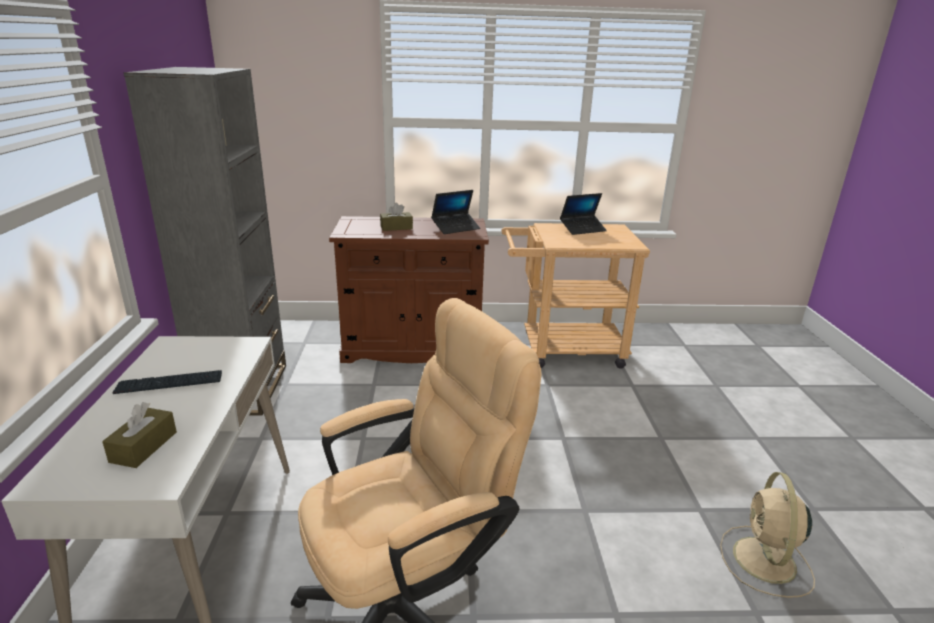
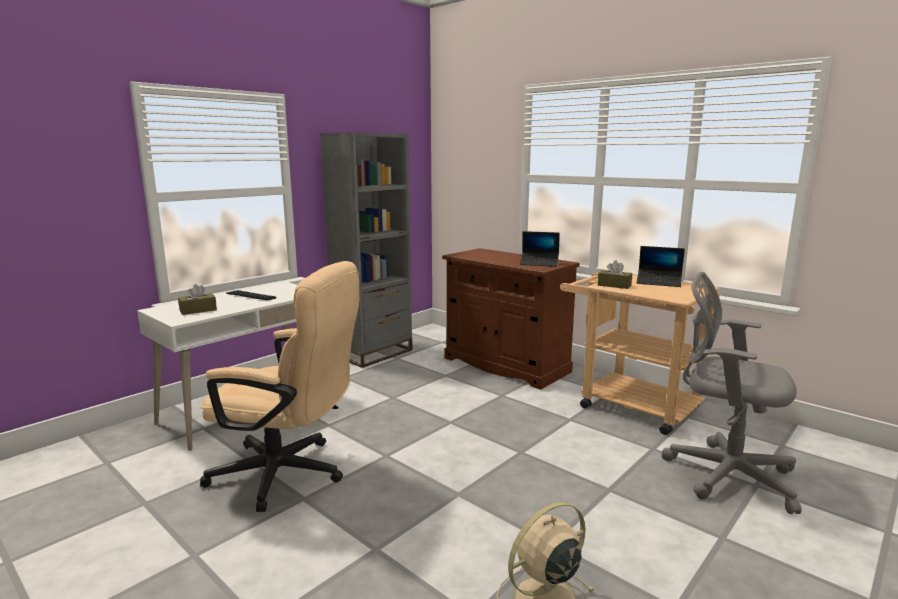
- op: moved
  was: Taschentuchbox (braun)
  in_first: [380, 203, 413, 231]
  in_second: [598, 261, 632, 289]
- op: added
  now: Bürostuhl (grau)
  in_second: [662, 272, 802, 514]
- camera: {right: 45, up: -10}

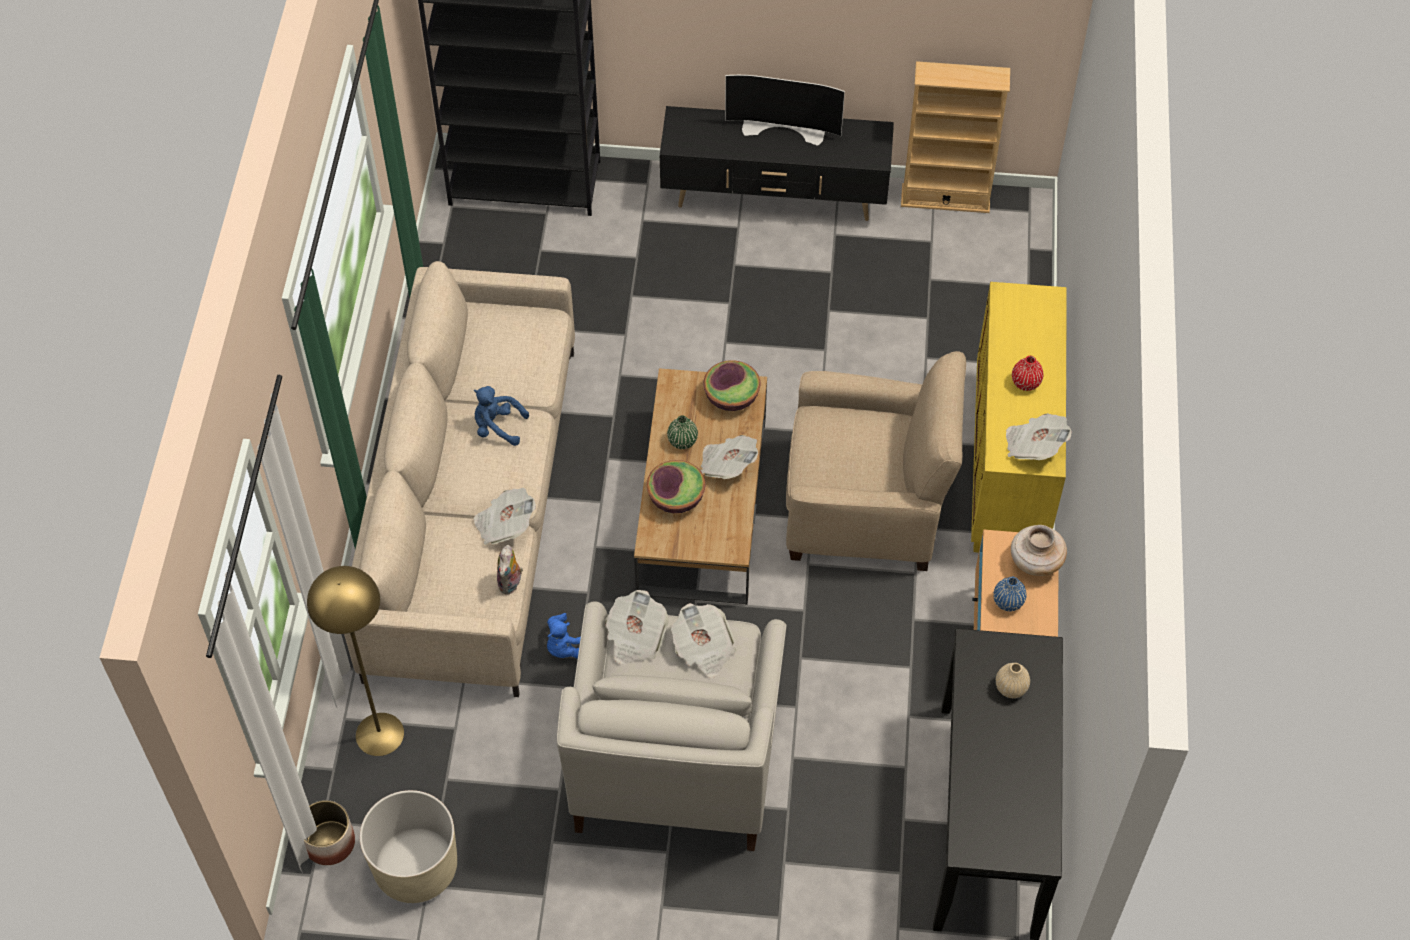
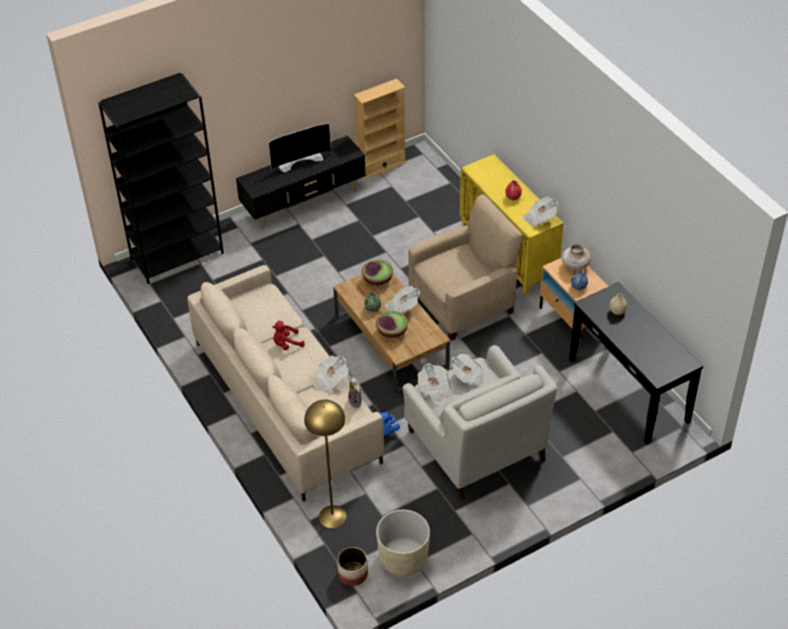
- op: recoloured
  was: Plüschtier (blau)
  now: Plüschtier (rot)
  in_first: [474, 386, 529, 446]
  in_second: [272, 321, 305, 350]
- camera: {right: -35, up: -10}

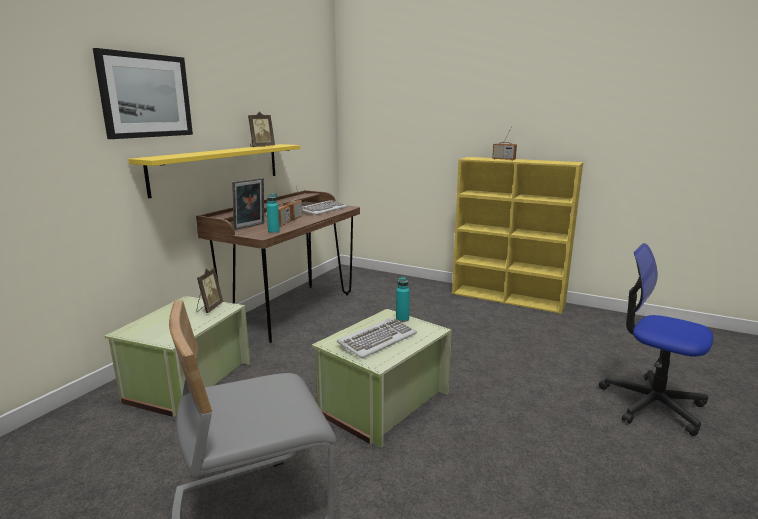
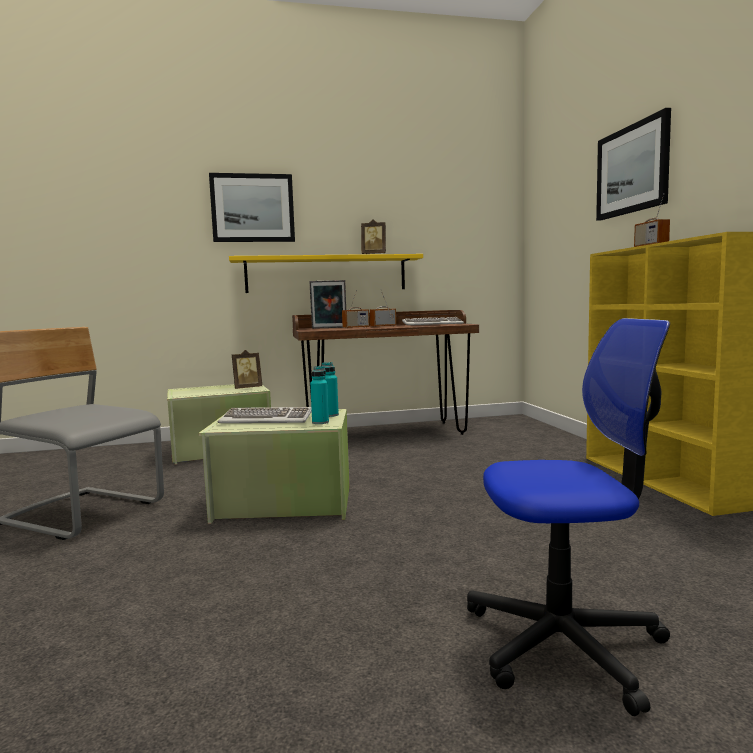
- op: moved
  was: Flasche (türkis)
  in_first: [266, 193, 280, 233]
  in_second: [310, 366, 329, 424]
- op: turned
  was: Bürostuhl
  in_first: [599, 243, 713, 436]
  in_second: [467, 318, 670, 716]
  clockwise: 90
- op: added
  now: Bild
  in_second: [596, 108, 671, 221]
- camera: {right: 50, up: -10}

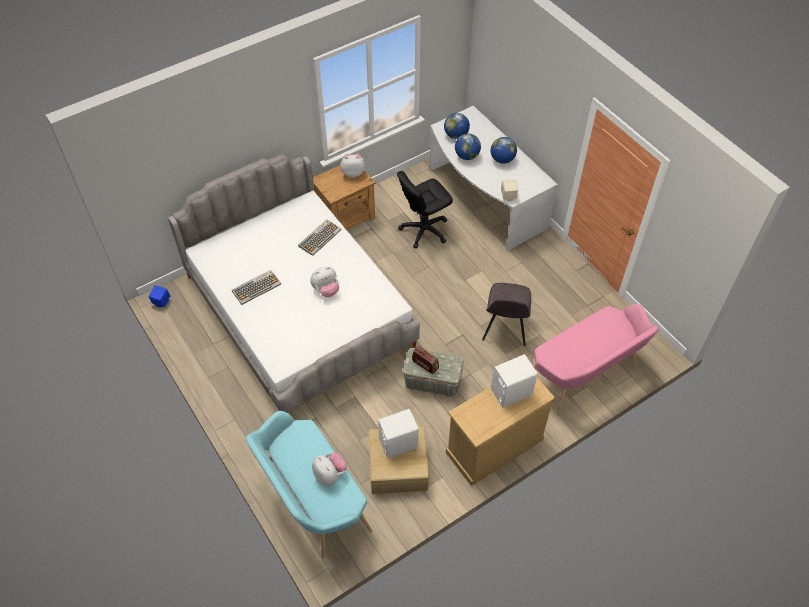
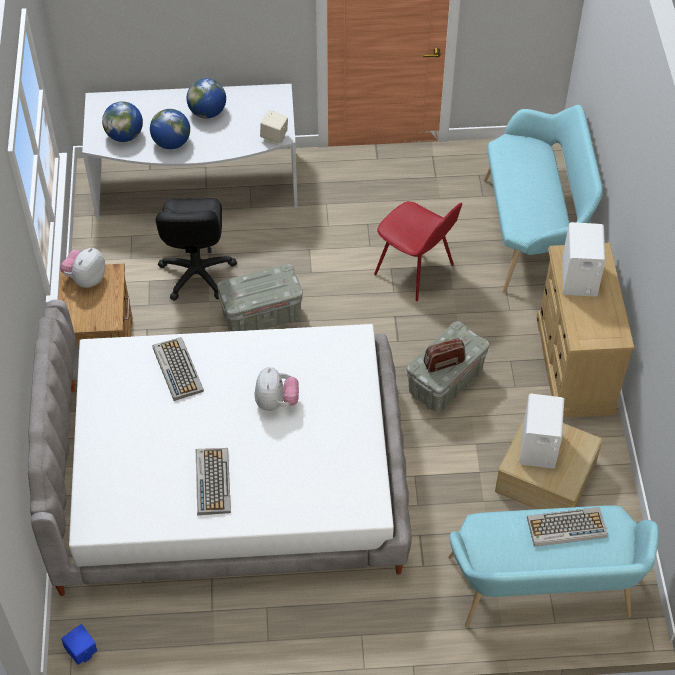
- op: replaced
  was: Plüschtier
  now: Tastatur
  in_first: [312, 452, 347, 486]
  in_second: [527, 507, 608, 547]
- op: recoloured
  was: Stuhl (grau)
  now: Stuhl (rot)
  in_first: [482, 283, 531, 346]
  in_second: [374, 201, 462, 301]
- op: recoloured
  was: Bank (rosa)
  now: Bank (türkis)
  in_first: [533, 304, 659, 415]
  in_second: [484, 105, 603, 293]
- op: added
  now: Aufbewahrungsbox (grau)
  in_second: [217, 264, 303, 331]
- camera: {right: -60, up: 0}

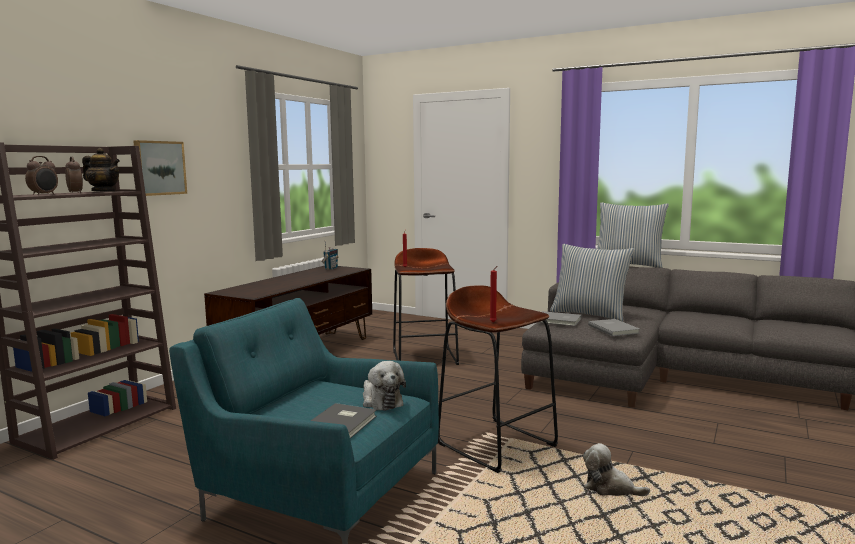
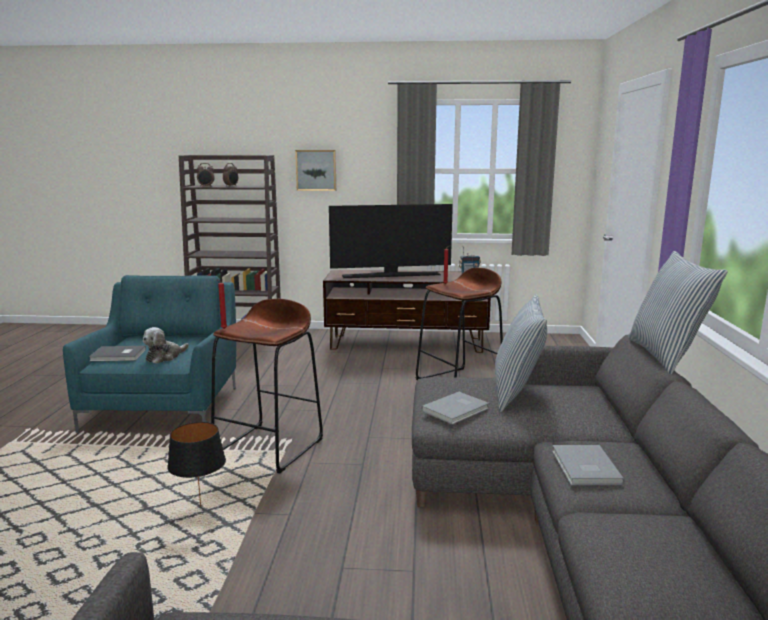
- op: removed
  was: Teekanne
  in_first: [82, 148, 120, 192]
- op: moved
  was: Buch (grau)
  in_first: [540, 311, 581, 326]
  in_second: [552, 445, 624, 485]
- op: replaced
  was: Plüschtier
  now: Tischlampe (schwarz)
  in_first: [583, 443, 650, 496]
  in_second: [167, 422, 226, 507]
- op: added
  now: Fernseher
  in_second: [329, 204, 453, 278]
- camera: {right: 65, up: 5}

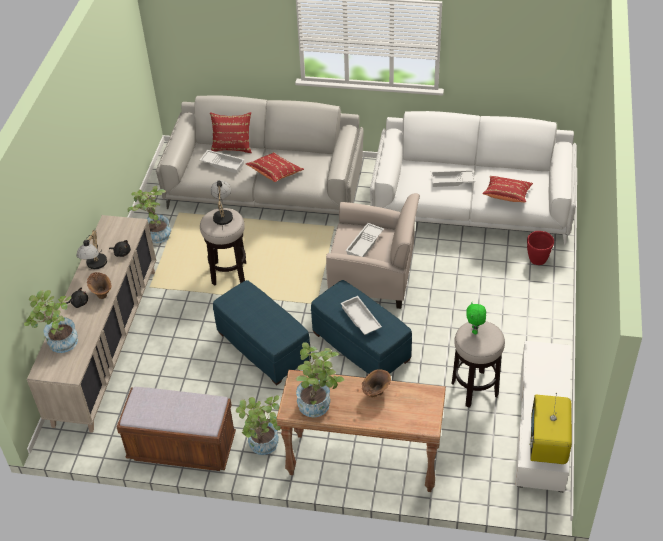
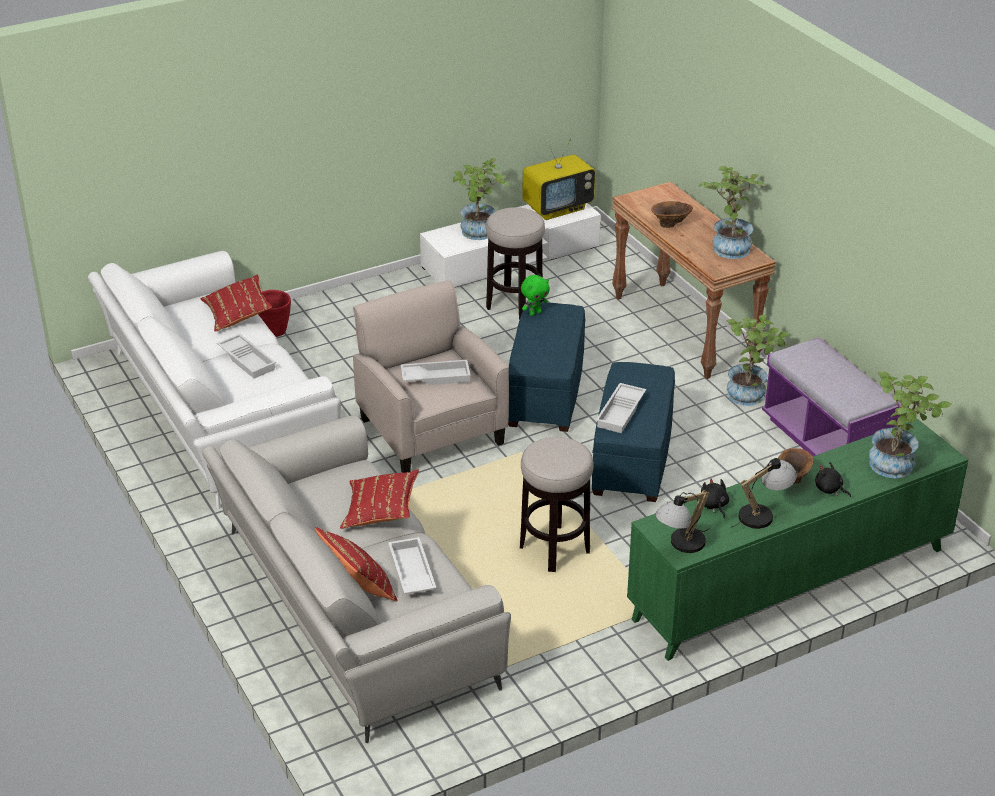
- op: recoloured
  was: Schrank (beige)
  now: Schrank (grün)
  in_first: [27, 215, 156, 433]
  in_second: [627, 419, 968, 661]
- op: recoloured
  was: Bank (braun)
  now: Bank (lila)
  in_first: [117, 387, 236, 471]
  in_second: [762, 338, 901, 457]
- op: moved
  was: Topfpflanze
  in_first: [128, 186, 171, 243]
  in_second: [453, 157, 510, 240]
- op: moved
  was: Tischlampe
  in_first: [211, 180, 233, 230]
  in_second: [655, 490, 710, 553]
- op: moved
  was: Tablett (weiß)
  in_first: [341, 296, 382, 335]
  in_second: [596, 383, 646, 433]
- op: moved
  was: Plüschtier (grün)
  in_first: [466, 302, 486, 334]
  in_second: [521, 275, 550, 316]
- camera: {right: -130, up: -10}

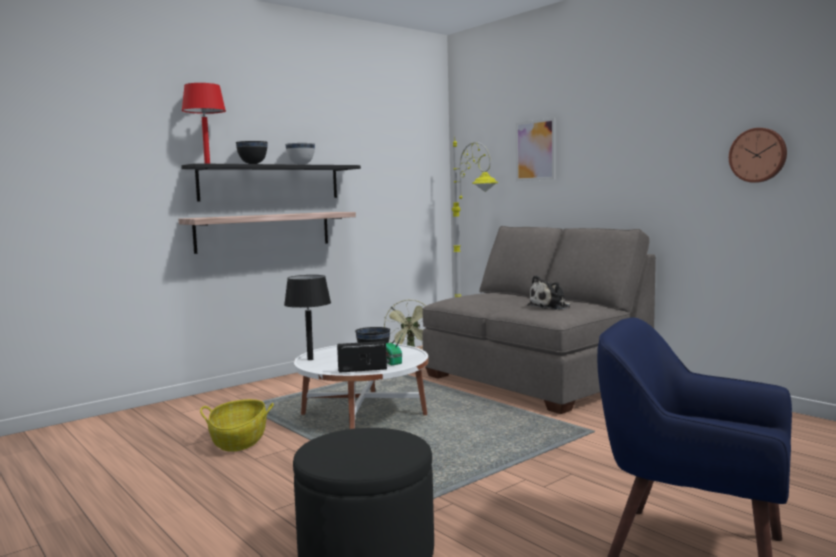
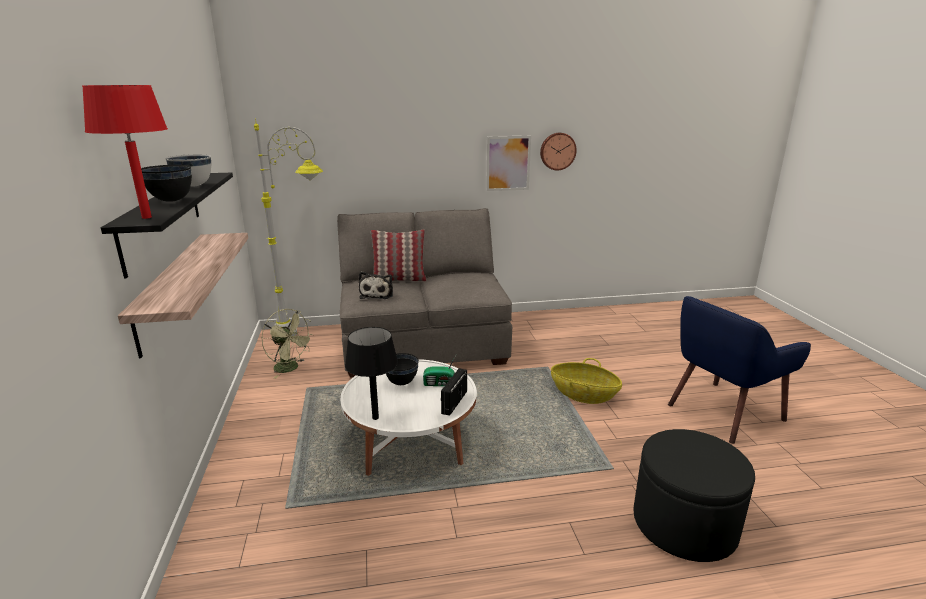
- op: moved
  was: Korb
  in_first: [200, 399, 274, 452]
  in_second: [551, 358, 622, 404]
- op: moved
  was: Bild
  in_first: [516, 118, 555, 181]
  in_second: [486, 136, 531, 191]
- op: moved
  was: Plüschtier
  in_first: [527, 275, 571, 310]
  in_second: [359, 271, 393, 299]
- op: added
  now: Kissen
  in_second: [371, 229, 426, 281]
- camera: {right: -60, up: 15}

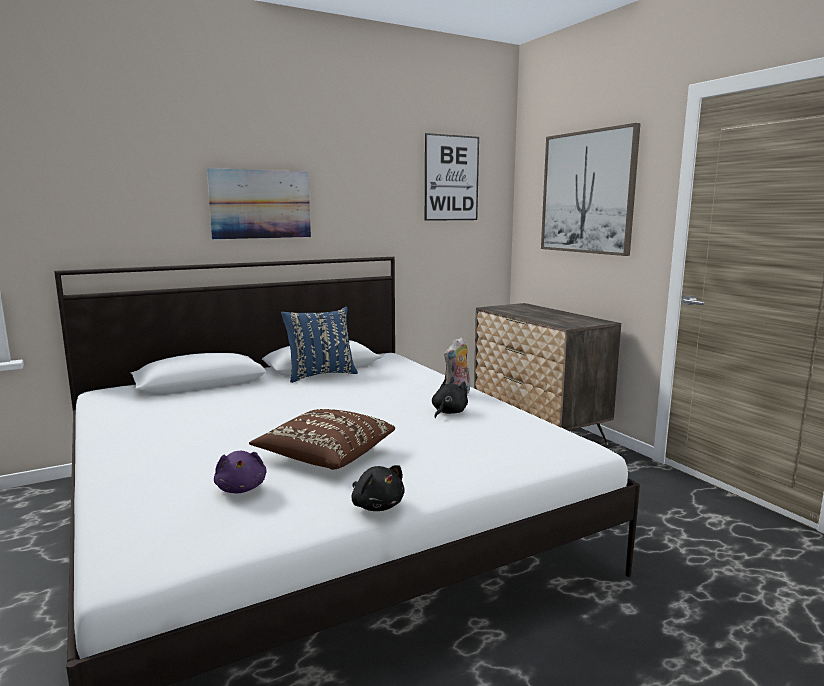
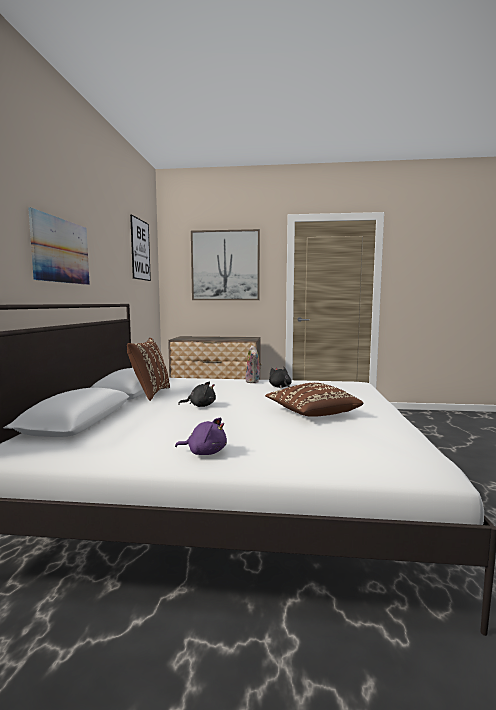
- op: moved
  was: Plüschtier (lila)
  in_first: [214, 451, 267, 493]
  in_second: [175, 417, 227, 455]
- op: recoloured
  was: Kissen (blau)
  now: Kissen (braun)
  in_first: [281, 306, 358, 383]
  in_second: [127, 338, 170, 401]
- op: moved
  was: Plüschtier (schwarz)
  in_first: [352, 465, 405, 511]
  in_second: [178, 381, 216, 407]
- camera: {right: -55, up: -5}

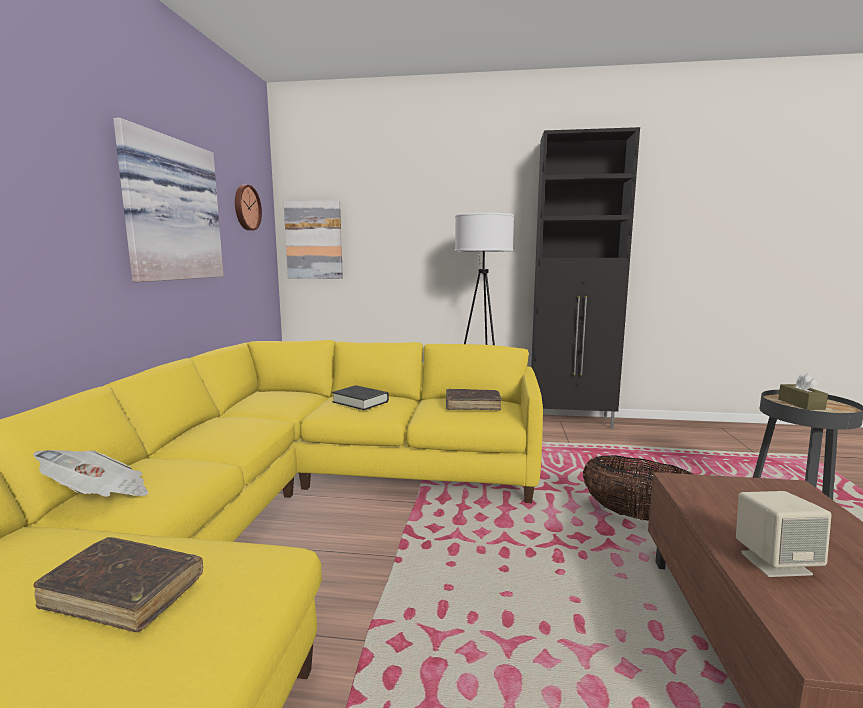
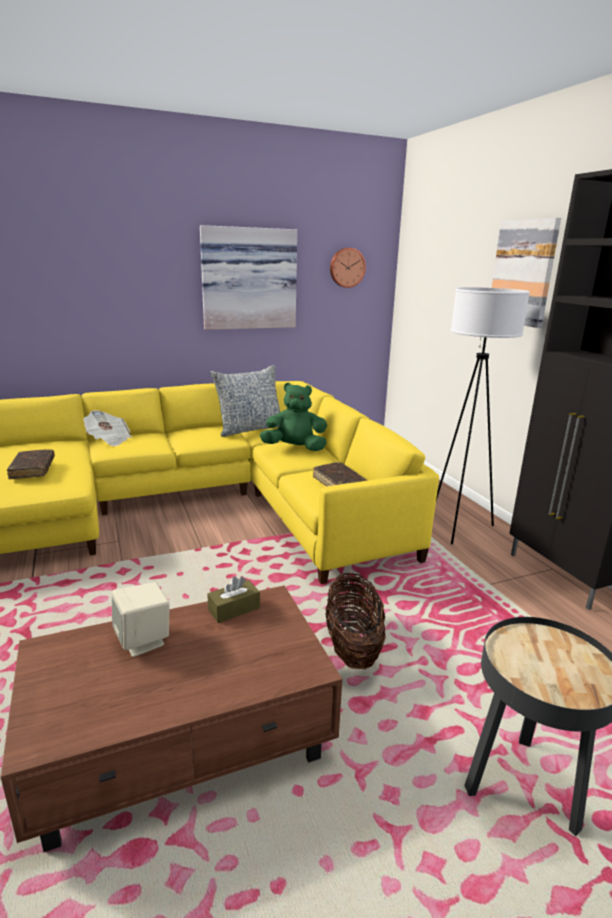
- op: moved
  was: Bild
  in_first: [284, 200, 343, 279]
  in_second: [492, 218, 561, 328]
- op: replaced
  was: Buch (schwarz)
  now: Plüschtier (grün)
  in_first: [332, 385, 389, 410]
  in_second: [260, 383, 327, 451]
- op: moved
  was: Taschentuchbox (braun)
  in_first: [778, 374, 828, 410]
  in_second: [207, 576, 260, 623]
- op: added
  now: Kissen
  in_second: [210, 365, 280, 437]
- camera: {right: 60, up: 10}

